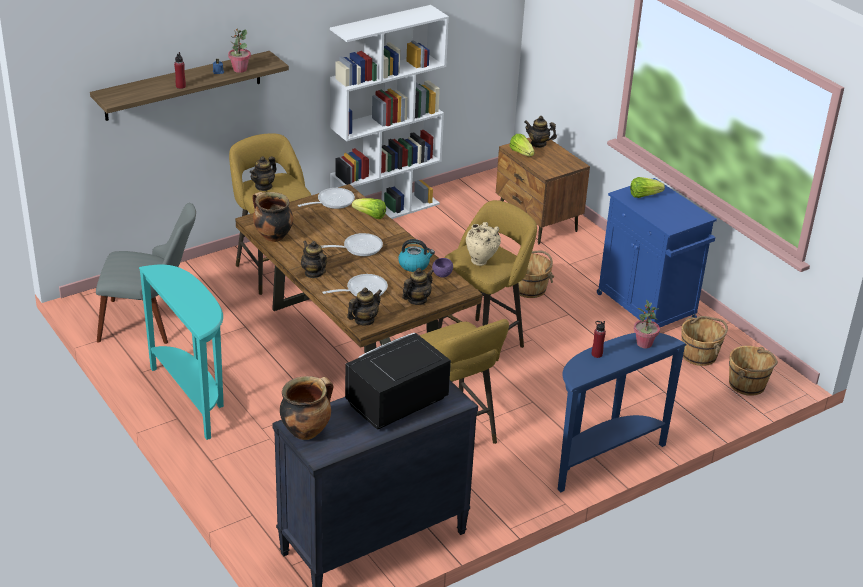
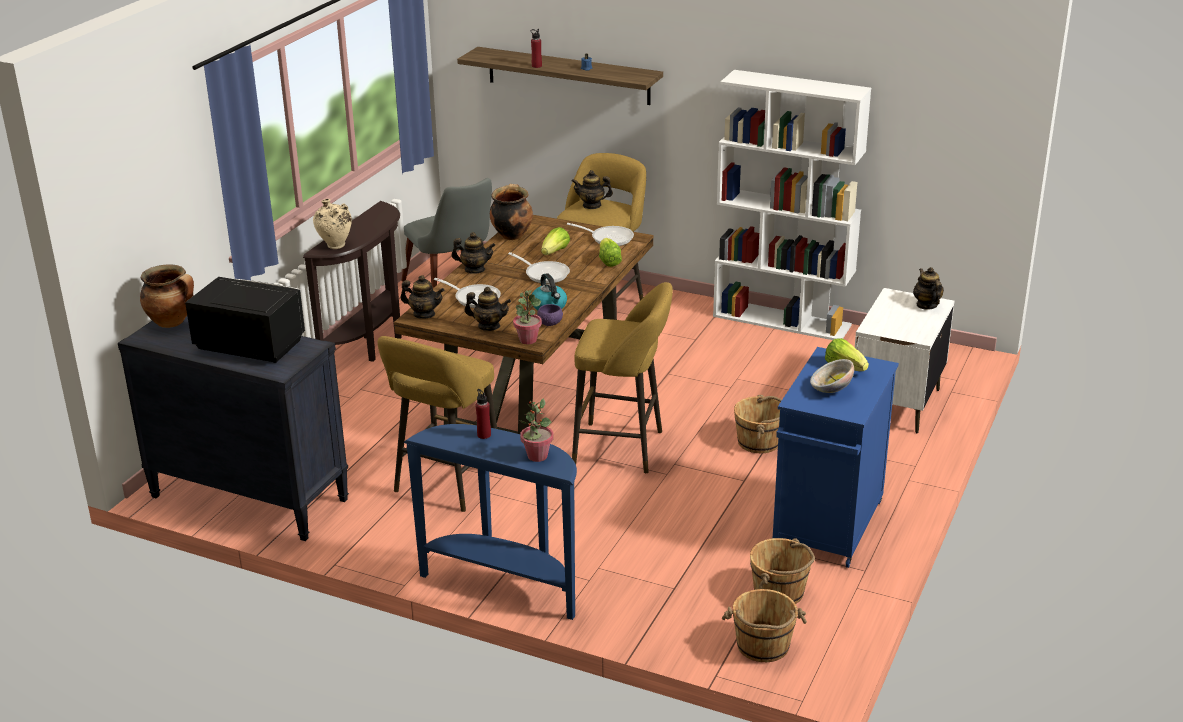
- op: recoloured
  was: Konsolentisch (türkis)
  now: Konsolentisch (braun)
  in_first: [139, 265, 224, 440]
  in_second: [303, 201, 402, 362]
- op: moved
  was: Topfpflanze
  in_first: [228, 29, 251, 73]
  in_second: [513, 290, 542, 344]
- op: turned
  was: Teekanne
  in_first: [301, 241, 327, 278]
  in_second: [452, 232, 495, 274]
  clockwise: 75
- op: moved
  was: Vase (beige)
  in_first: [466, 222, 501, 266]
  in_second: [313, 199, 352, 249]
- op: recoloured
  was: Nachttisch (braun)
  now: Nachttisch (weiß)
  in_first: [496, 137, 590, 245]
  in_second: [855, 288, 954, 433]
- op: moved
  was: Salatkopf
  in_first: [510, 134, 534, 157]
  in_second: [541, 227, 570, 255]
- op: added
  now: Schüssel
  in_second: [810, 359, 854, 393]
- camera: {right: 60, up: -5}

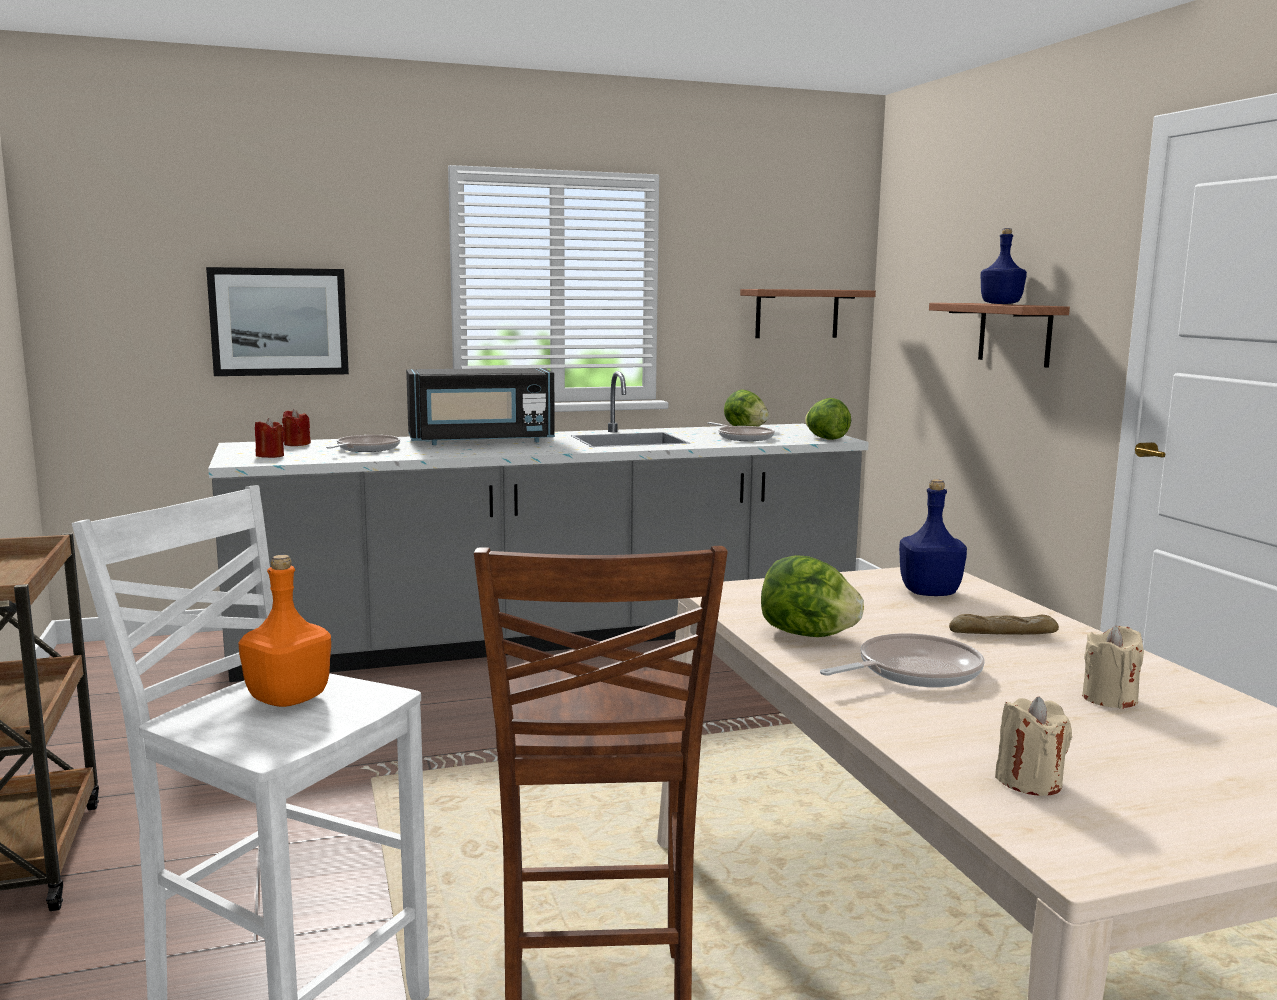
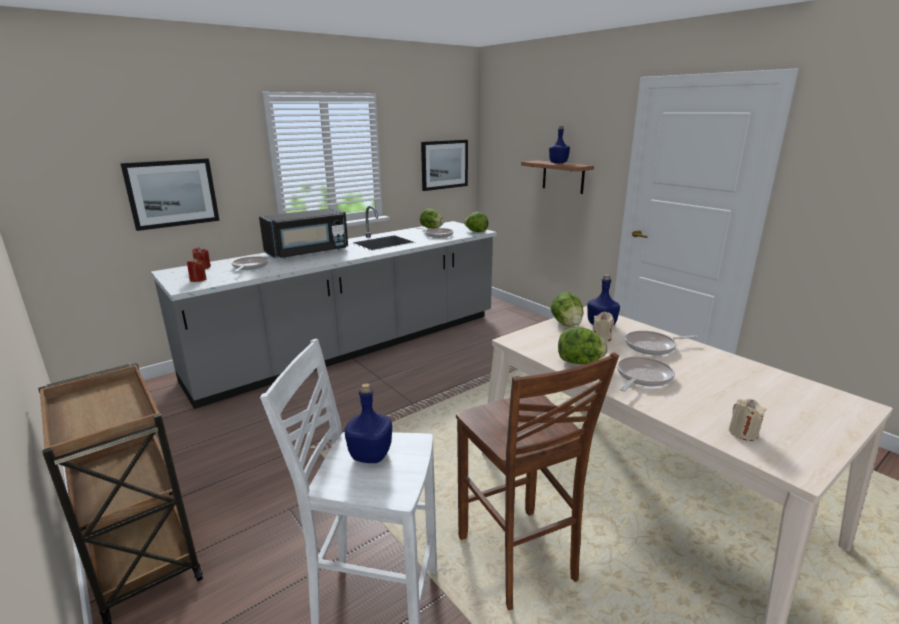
- op: recoloured
  was: Flasche (orange)
  now: Flasche (blau)
  in_first: [239, 555, 331, 707]
  in_second: [345, 383, 392, 463]
- op: replaced
  was: Wandregal
  now: Bild
  in_first: [740, 289, 876, 338]
  in_second: [421, 140, 468, 191]
- op: replaced
  was: Brot
  now: Pfanne
  in_first: [949, 614, 1059, 635]
  in_second: [625, 331, 698, 355]
- op: moved
  was: Kerze (beige)
  in_first: [1082, 625, 1144, 709]
  in_second: [593, 312, 614, 342]
- op: added
  now: Salatkopf
  in_second: [551, 292, 584, 327]
- camera: {right: -20, up: 10}

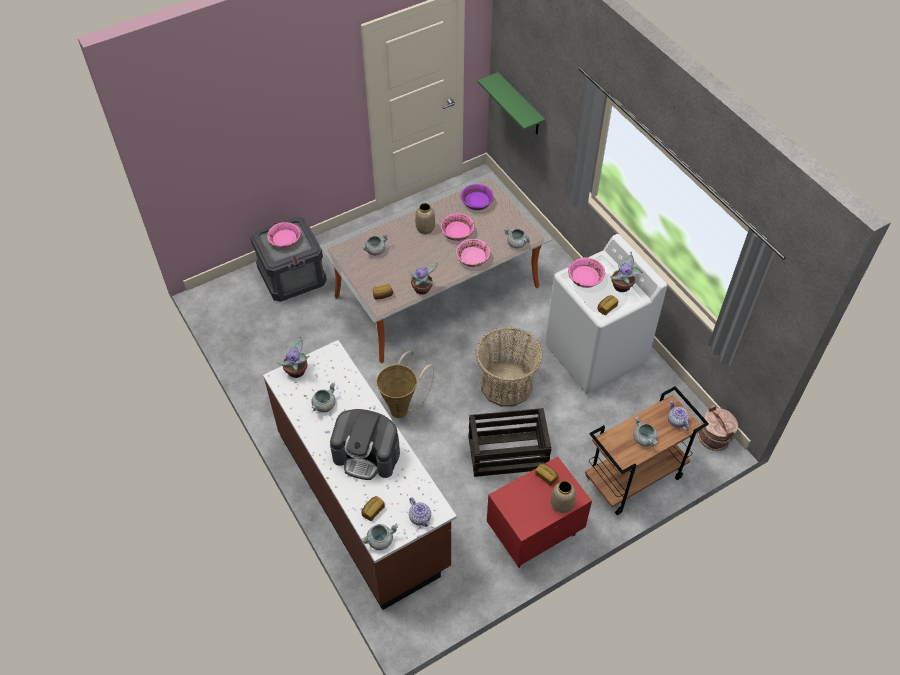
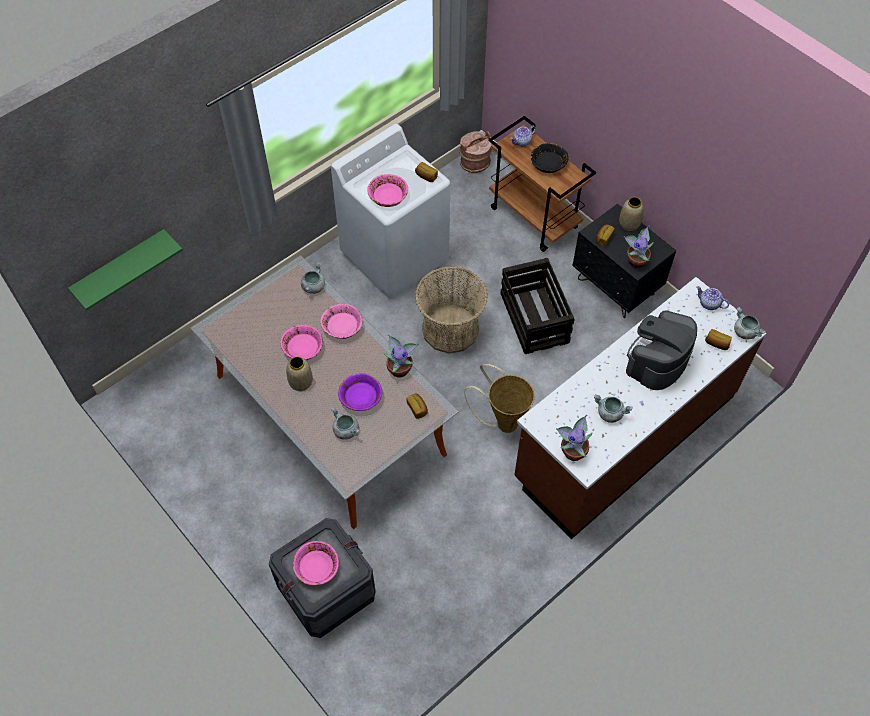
- op: turned
  was: Kaffeemaschine
  in_first: [330, 409, 400, 480]
  in_second: [626, 310, 697, 390]
  clockwise: -150
- op: turned
  was: Teekanne
  in_first: [409, 497, 431, 527]
  in_second: [696, 286, 729, 310]
  clockwise: -105
- op: moved
  was: Schüssel (lila)
  in_first: [461, 184, 494, 210]
  in_second: [338, 373, 383, 411]
- op: recoloured
  was: Nachttisch (rot)
  now: Nachttisch (schwarz)
  in_first: [487, 456, 592, 568]
  in_second: [572, 204, 676, 318]
- op: moved
  was: Topfpflanze
  in_first: [610, 252, 643, 292]
  in_second: [624, 226, 654, 268]
- op: replaced
  was: Kochtopf (grau)
  now: Schüssel (schwarz)
  in_first: [633, 417, 658, 446]
  in_second: [531, 143, 569, 173]
- camera: {right: -100, up: 5}

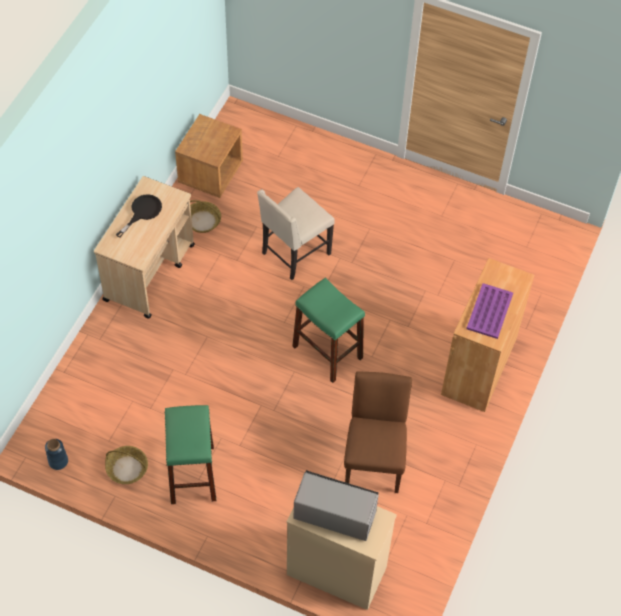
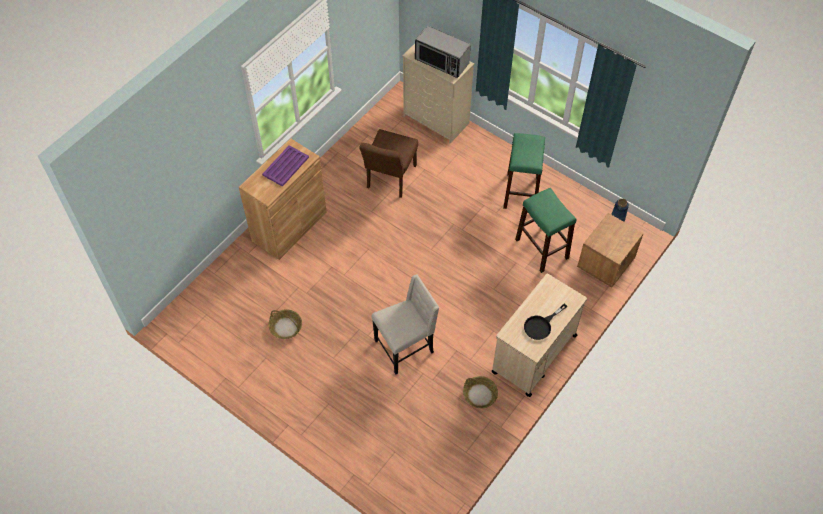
- op: moved
  was: Korb
  in_first: [105, 446, 148, 484]
  in_second: [269, 309, 302, 339]
- op: moved
  was: Nachttisch (braun)
  in_first: [175, 114, 243, 198]
  in_second: [577, 213, 644, 288]
- op: moved
  was: Hocker (grün)
  in_first: [292, 278, 365, 383]
  in_second: [515, 188, 576, 273]
- camera: {right: -165, up: 0}

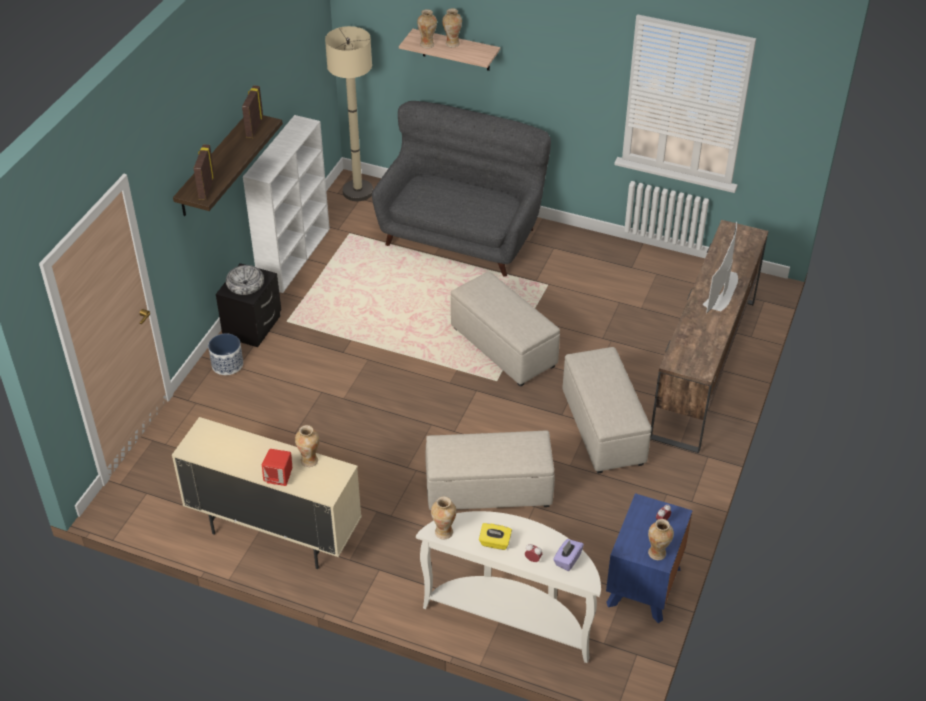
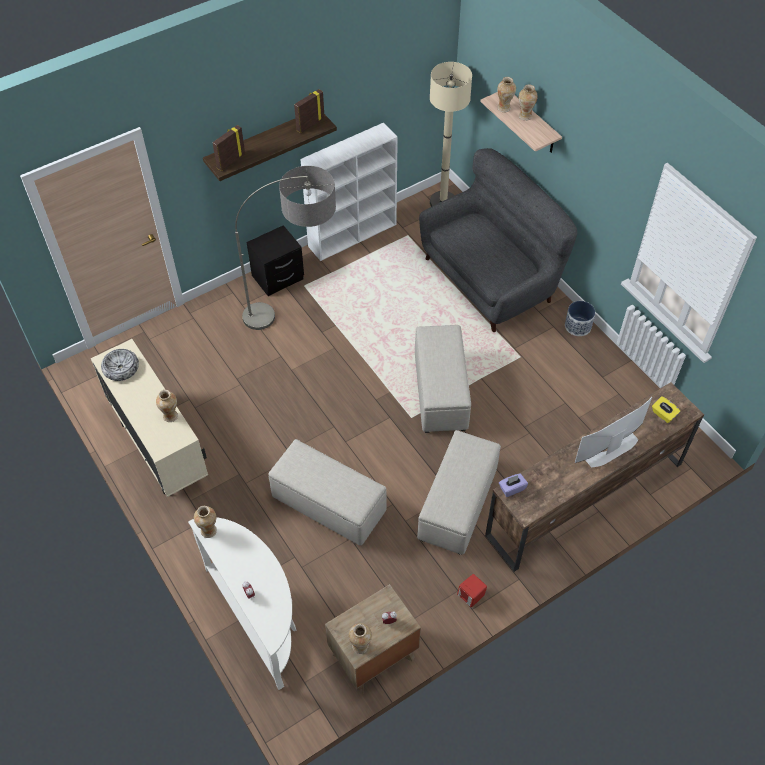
- op: moved
  was: Pflanzkübel
  in_first: [208, 334, 243, 375]
  in_second: [565, 301, 595, 336]
- op: moved
  was: Schüssel
  in_first: [226, 265, 264, 295]
  in_second: [101, 349, 139, 381]
- op: moved
  was: Lautsprecher (rot)
  in_first: [262, 449, 292, 486]
  in_second: [457, 574, 487, 607]
- op: moved
  was: Taschentuchbox (gelb)
  in_first: [479, 523, 512, 550]
  in_second: [652, 396, 680, 423]
- op: moved
  was: Taschentuchbox (lila)
  in_first: [553, 539, 584, 571]
  in_second: [499, 474, 528, 497]
- op: recoloured
  was: Nachttisch (blau)
  now: Nachttisch (braun)
  in_first: [606, 493, 693, 623]
  in_second: [325, 584, 421, 694]
- op: added
  now: Stehlampe
  in_second: [235, 166, 336, 330]
- camera: {right: 35, up: 10}

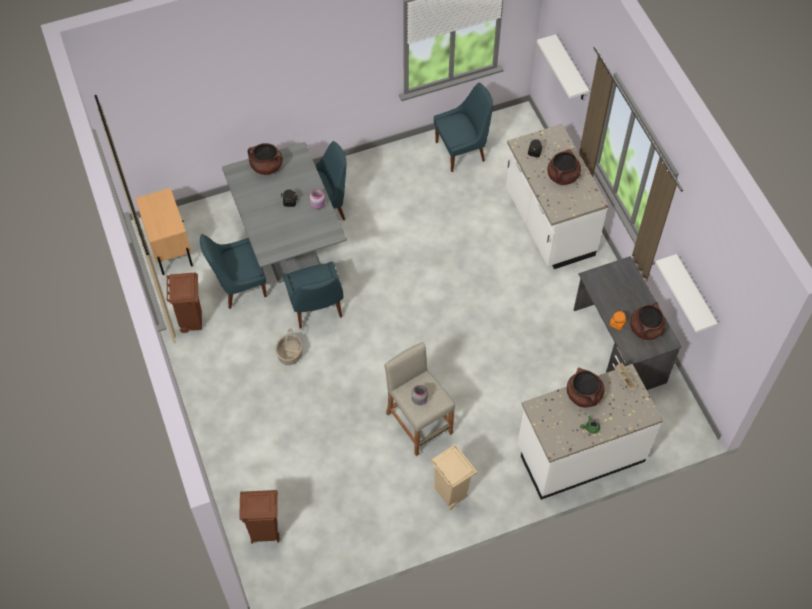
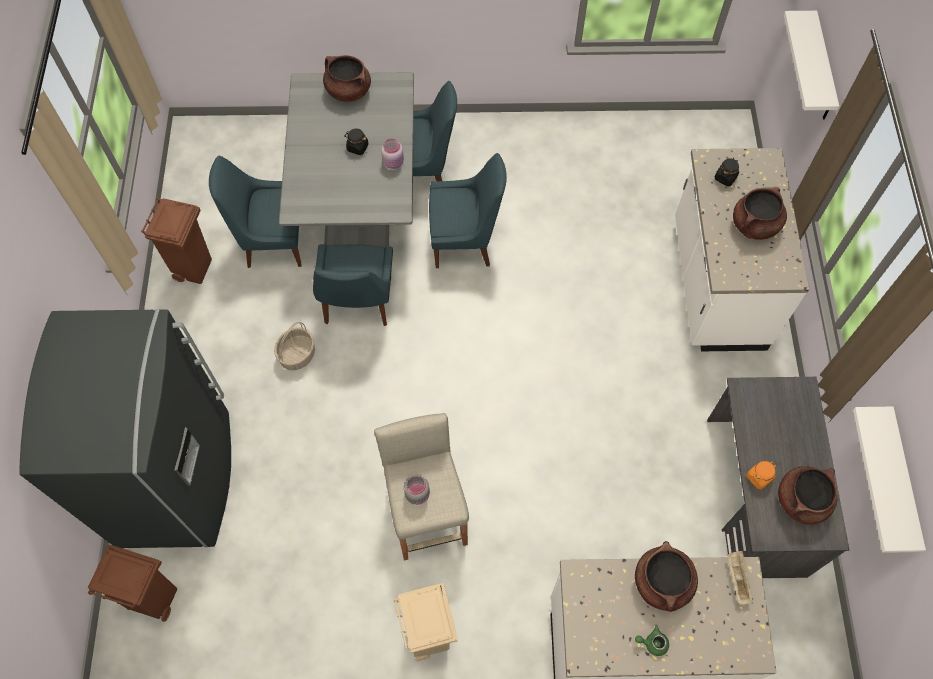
- op: removed
  was: Nachttisch (beige)
  in_first: [135, 188, 193, 275]
- op: moved
  was: Stuhl (blau)
  in_first: [434, 82, 493, 172]
  in_second: [429, 153, 507, 268]
- op: added
  now: Kühlschrank (grau)
  in_second: [19, 309, 231, 548]
- camera: {right: 20, up: 5}

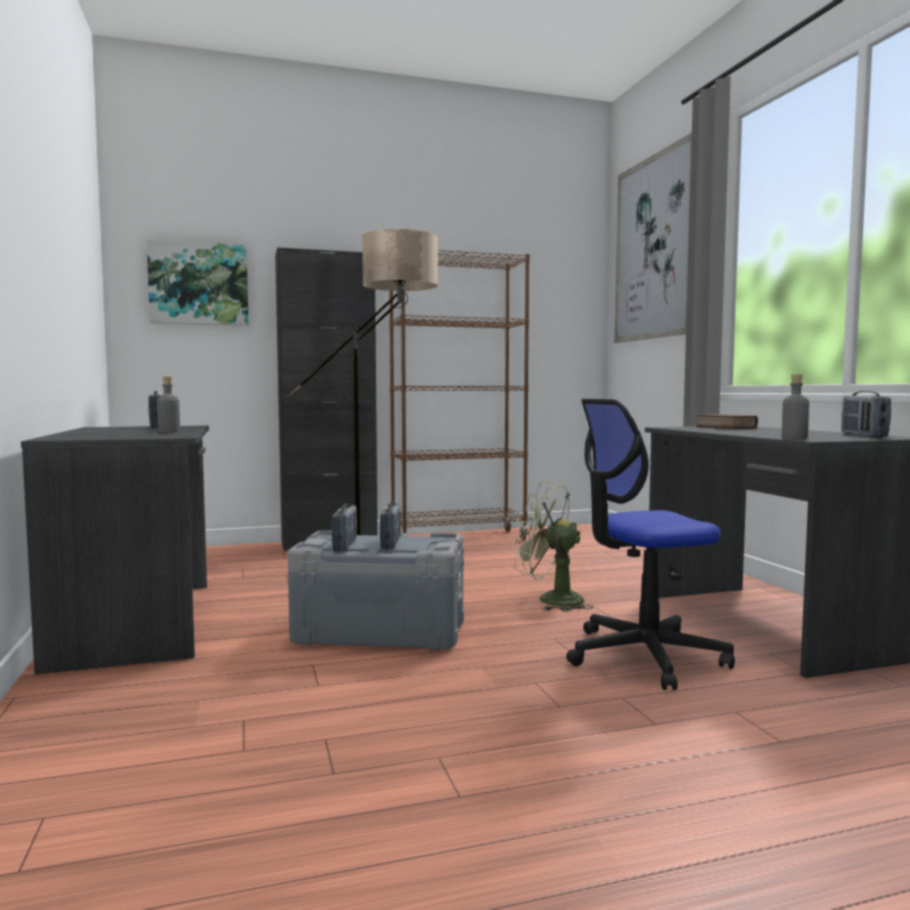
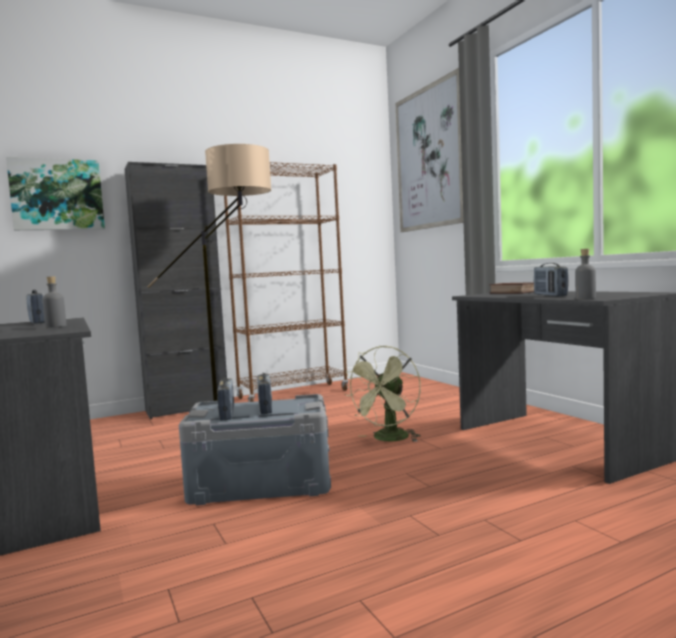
- op: turned
  was: Ventilator (grün)
  in_first: [512, 481, 593, 612]
  in_second: [344, 345, 421, 442]
  clockwise: -75
- op: removed
  was: Bürostuhl
  in_first: [566, 399, 735, 690]
- op: moved
  was: Radio
  in_first: [841, 391, 891, 437]
  in_second: [534, 263, 569, 297]
- camera: {right: -10, up: 0}

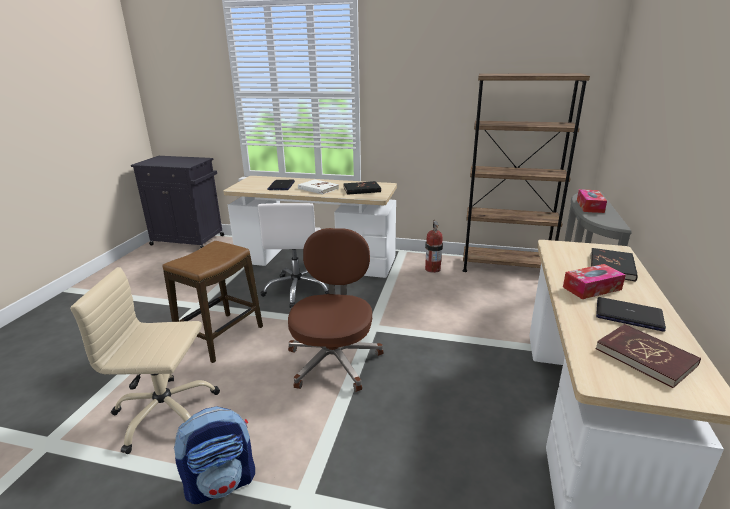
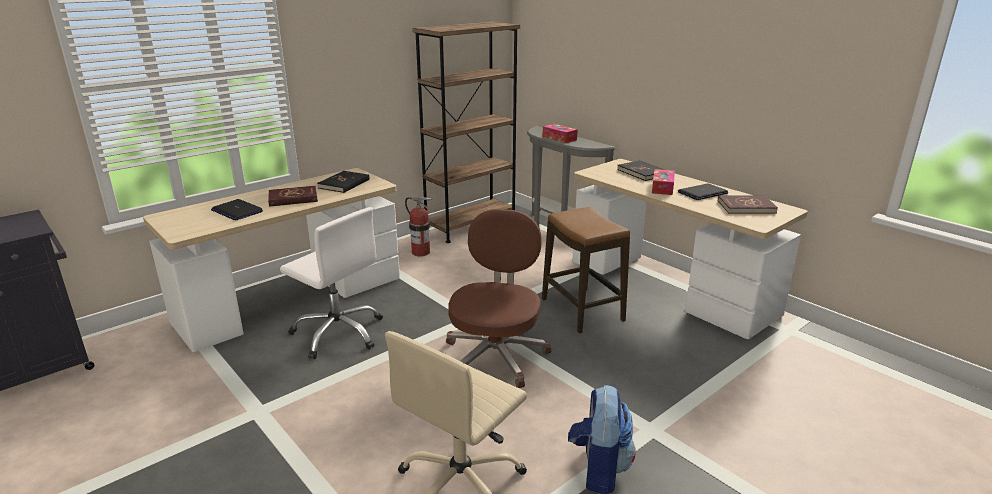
- op: moved
  was: Hocker
  in_first: [162, 241, 263, 363]
  in_second: [542, 207, 630, 333]
- op: turned
  was: Bürostuhl (braun)
  in_first: [288, 228, 383, 392]
  in_second: [446, 209, 551, 388]
  clockwise: 60
- op: recoloured
  was: Buch (weiß)
  now: Buch (rot)
  in_first: [298, 179, 339, 194]
  in_second: [268, 186, 318, 207]
- camera: {right: -55, up: 0}

